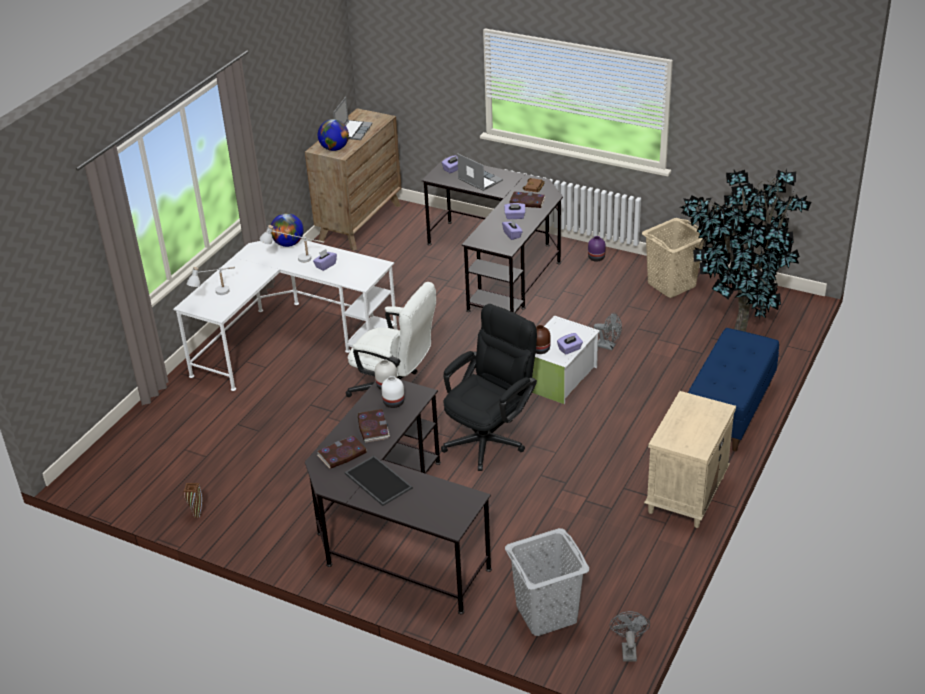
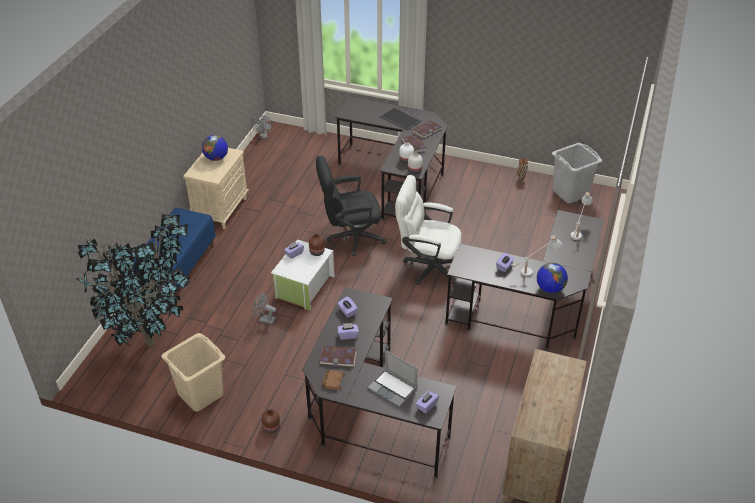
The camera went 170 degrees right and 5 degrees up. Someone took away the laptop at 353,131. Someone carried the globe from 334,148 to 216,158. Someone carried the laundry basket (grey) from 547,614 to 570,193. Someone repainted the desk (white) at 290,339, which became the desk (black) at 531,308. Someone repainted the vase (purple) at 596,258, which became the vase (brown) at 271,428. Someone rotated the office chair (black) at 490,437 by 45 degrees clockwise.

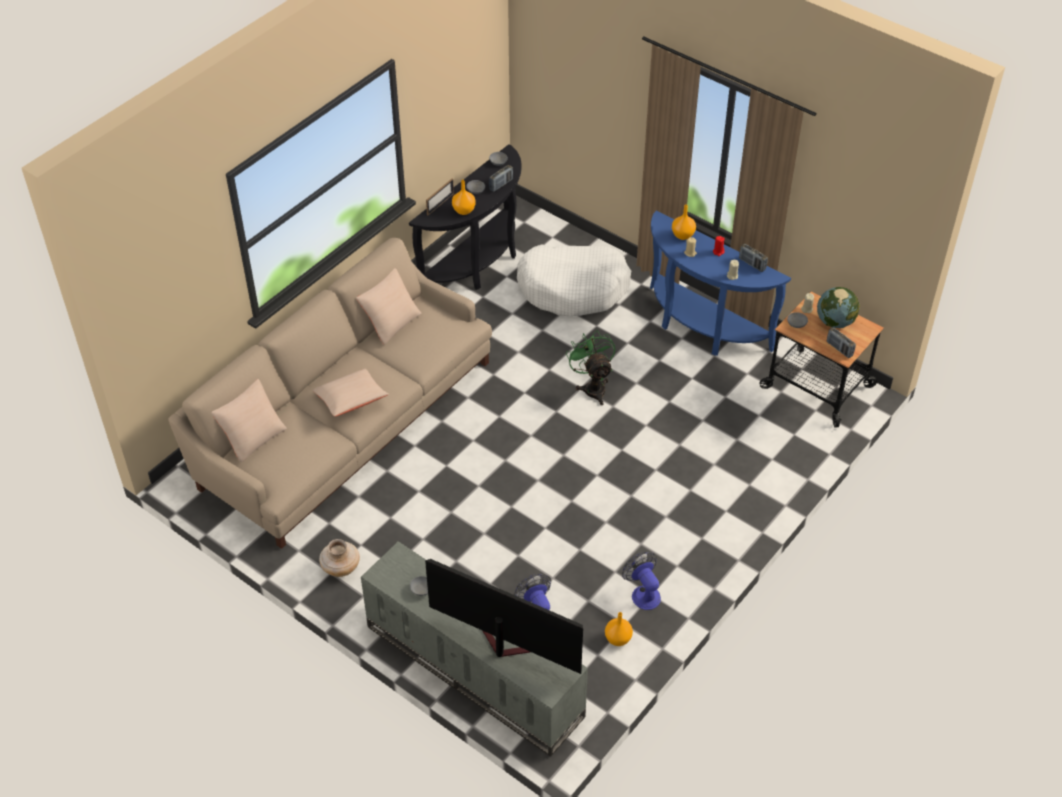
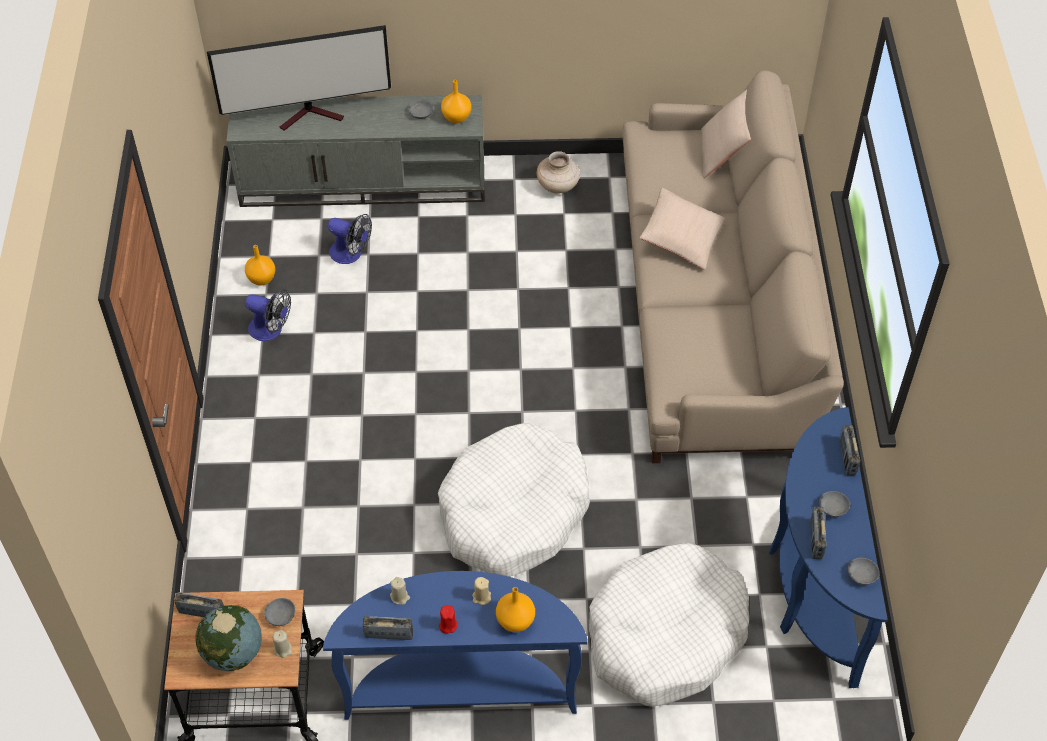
The camera went 140 degrees right and 5 degrees up. Someone took away the pillow (beige) at 391,322. Someone carried the vase (orange) from 463,210 to 457,117. Someone swapped the picture frame at 440,204 for the radio at 847,457. Someone swapped the fan (green) at 592,387 for the dog bed (white) at 513,512. Someone repainted the console table (black) at 478,264, which became the console table (blue) at 810,588.

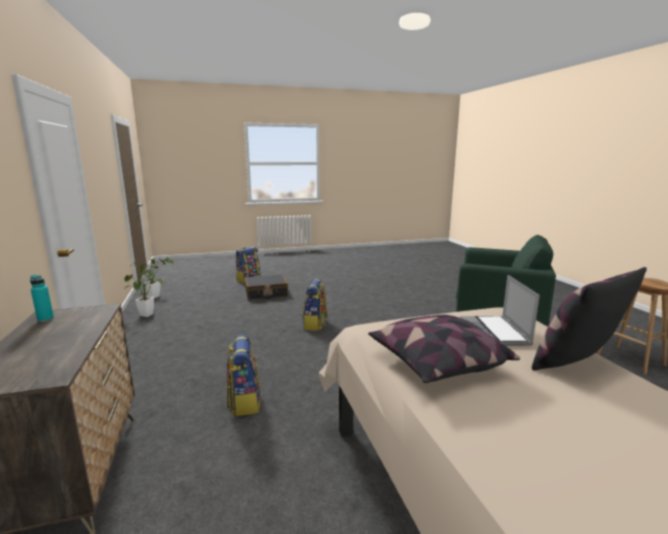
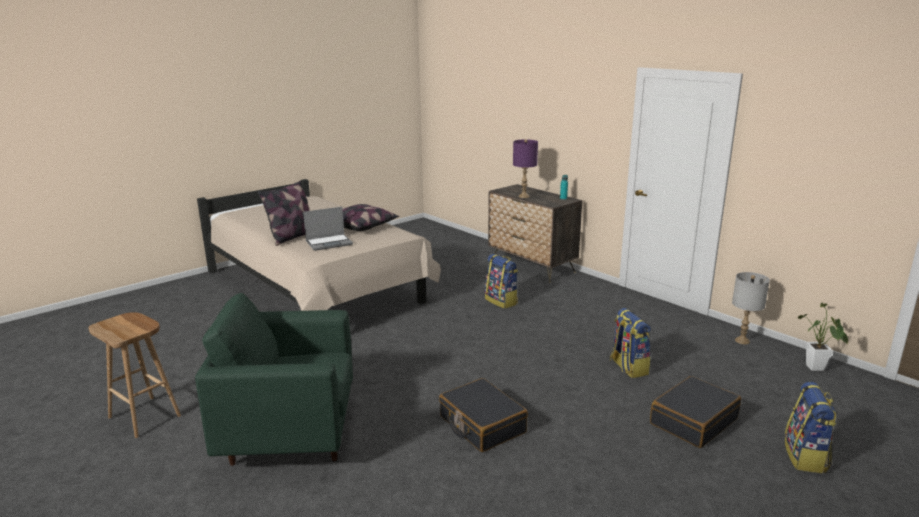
The camera went 155 degrees right and 5 degrees up. Someone put down the suitcase (black) at 481,424. Someone put down the table lamp (purple) at 524,196. Someone carried the backpack from 315,324 to 627,367. Someone swapped the potted plant at 144,314 for the table lamp (grey) at 742,341. Someone rotated the laptop at 495,332 by 90 degrees clockwise.

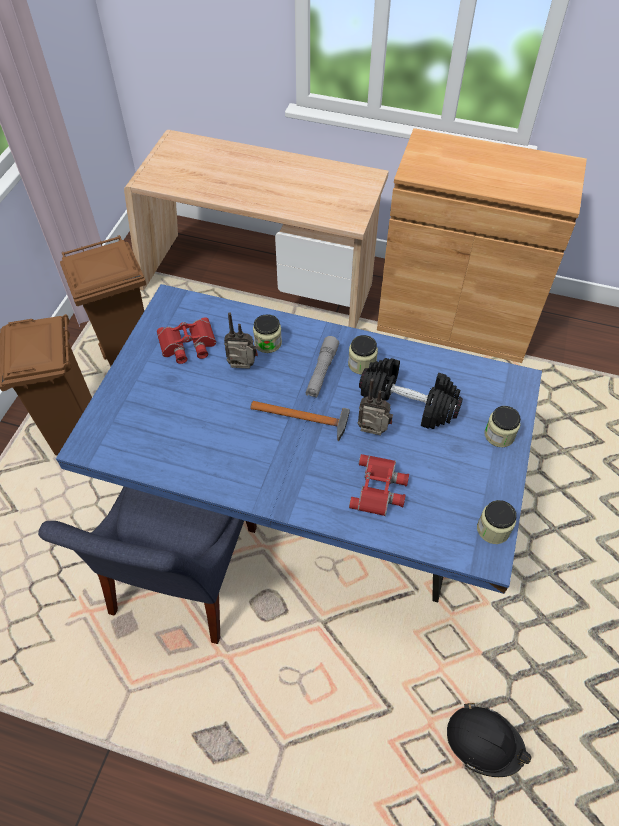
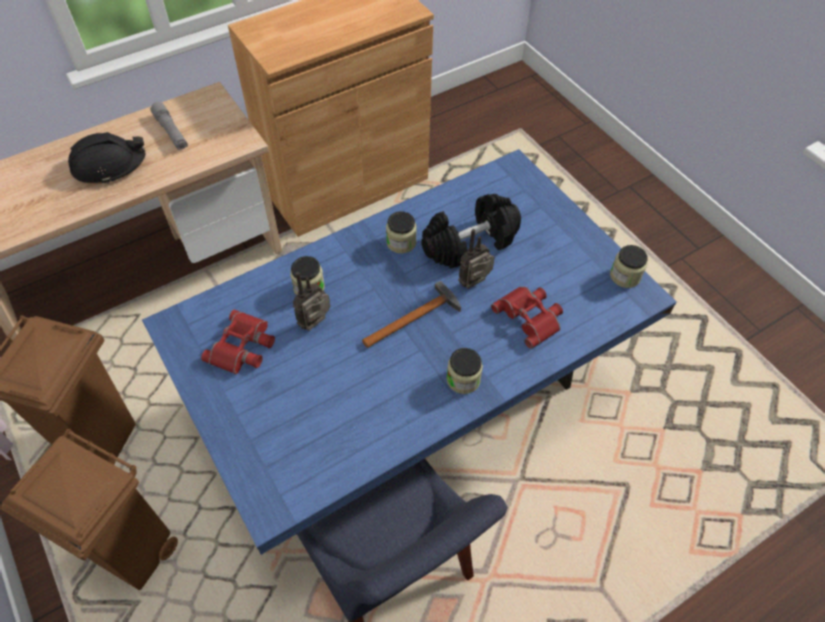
The camera went 50 degrees left and 0 degrees up. Someone carried the flashlight (grey) from 321,372 to 171,132. Someone carried the hard hat (black) from 484,742 to 109,165. Someone carried the jar from 499,435 to 463,379.

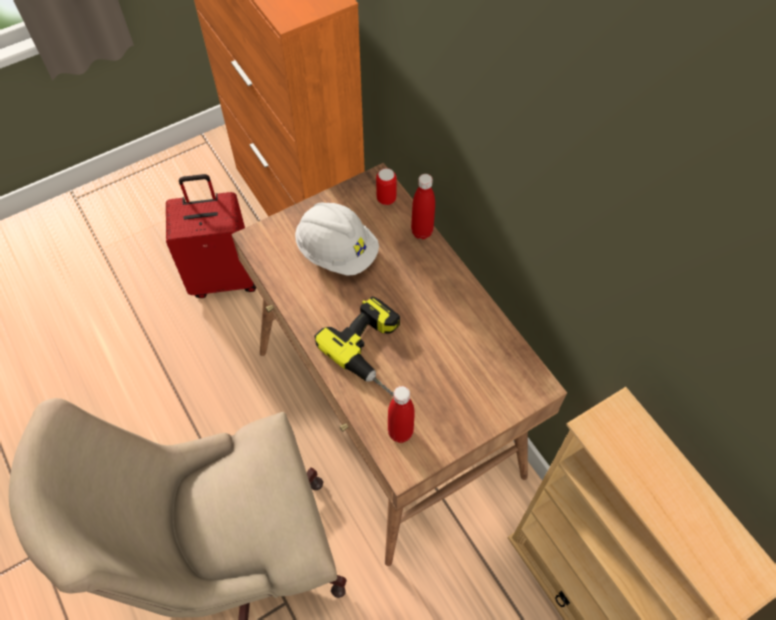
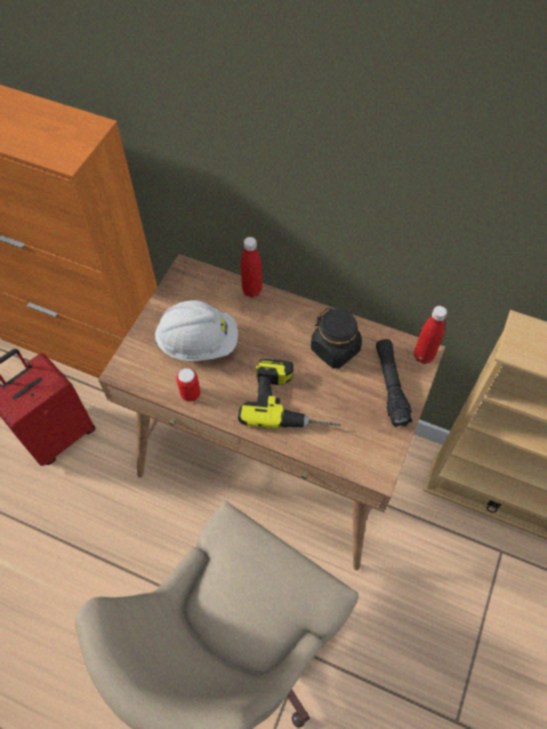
The camera went 35 degrees left and 0 degrees up. Someone put down the jar (black) at 335,349. Someone put down the flashlight (black) at 390,386. Someone carried the can from 386,199 to 190,394. Someone carried the bottle (red) from 400,432 to 423,356.

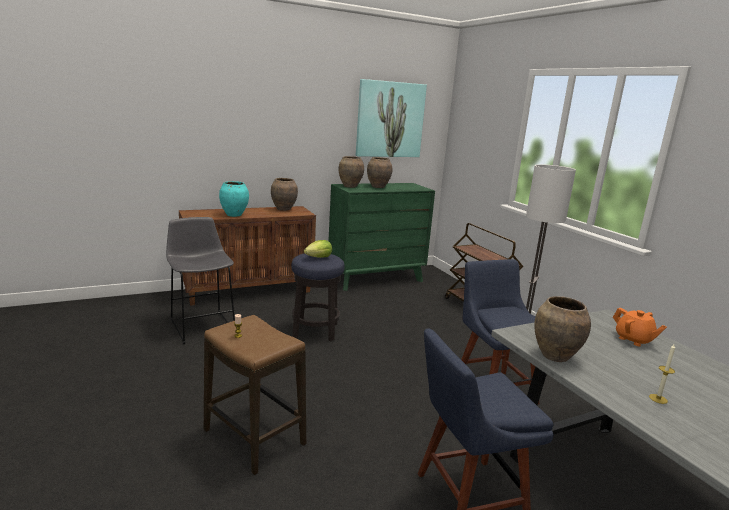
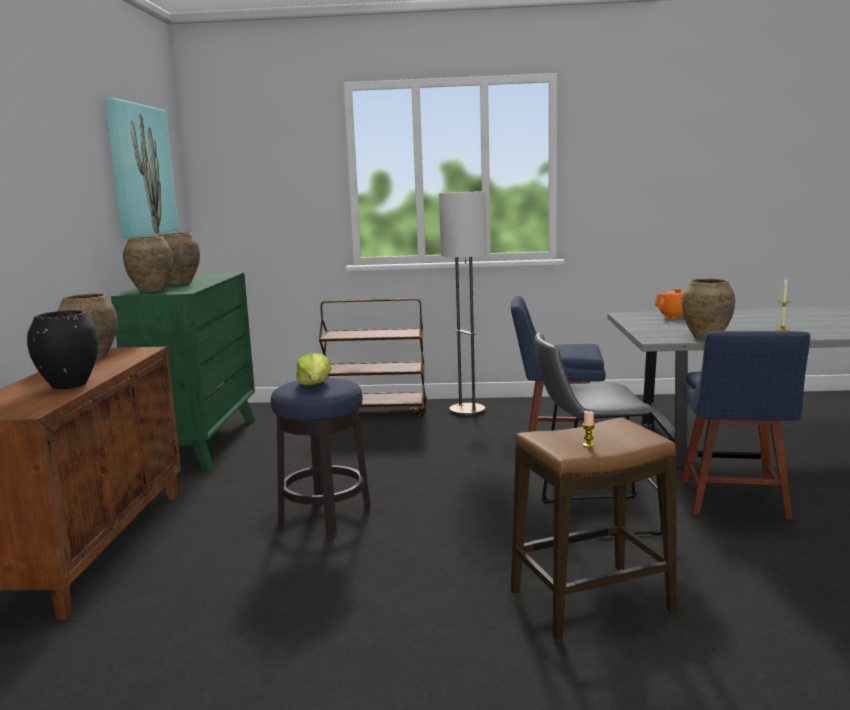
The camera went 60 degrees left and 5 degrees down. Someone carried the stool (grey) from 202,325 to 592,517. Someone repainted the vase (turquoise) at 234,215, which became the vase (black) at 68,385.

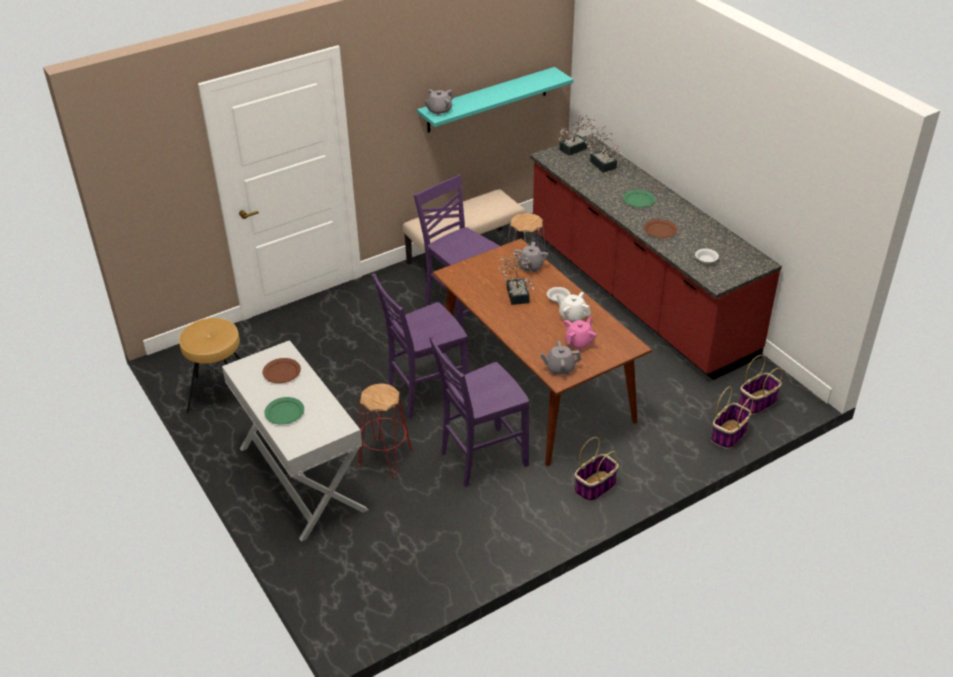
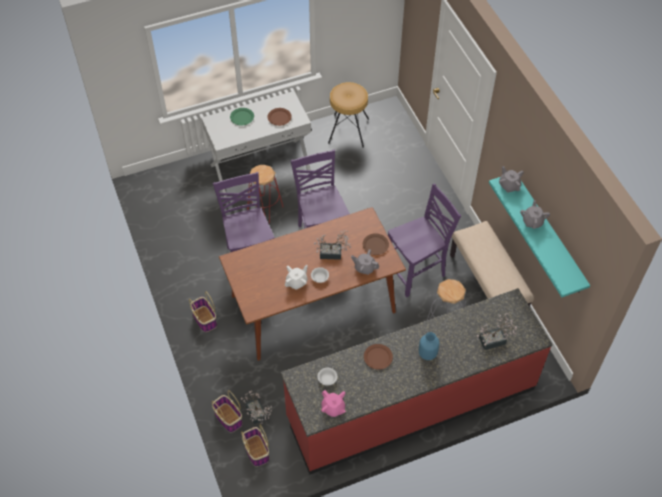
The camera went 100 degrees right and 15 degrees up. Someone put down the plate (brown) at 375,245. Someone carried the teapot (grey) from 560,368 to 532,221. Someone carried the potted plant from 576,148 to 257,415. Someone carried the teapot (pink) from 579,342 to 333,408. Someone swapped the plate (green) at 638,200 for the vase (blue) at 428,353.

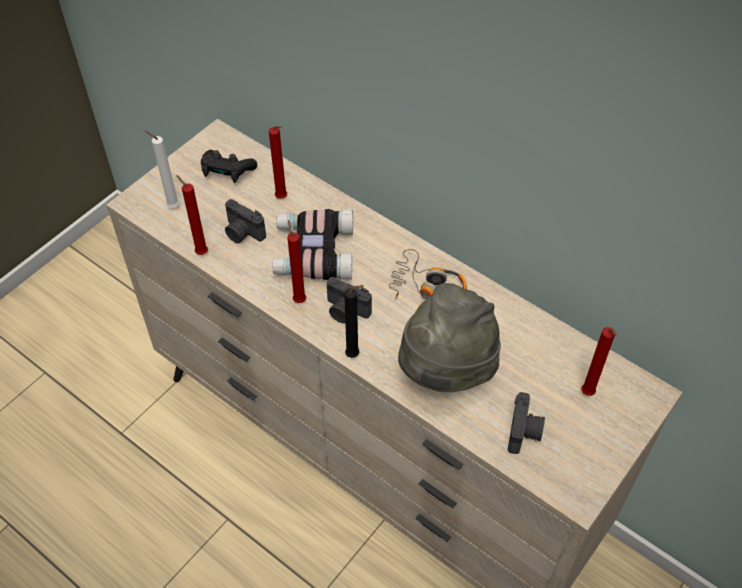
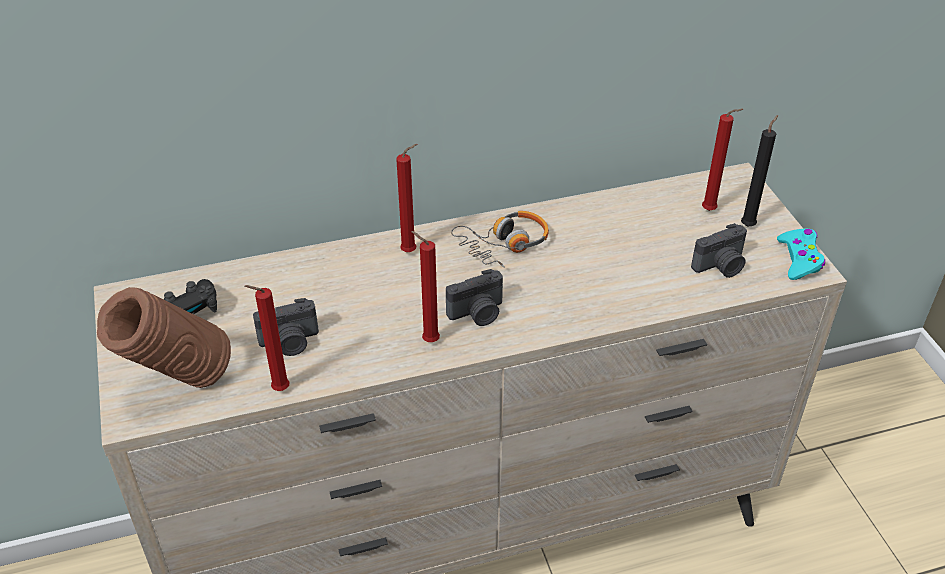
The camera went 55 degrees left and 10 degrees down. Someone took away the binoculars at 313,252. Someone took away the hat (grey) at 446,369. Someone put down the game controller (turquoise) at 799,259. Someone carried the candle (red) from 283,198 to 411,251. Someone carried the candle (black) from 354,355 to 749,225. Someone swapped the candle (white) at 171,206 for the vase (brown) at 179,384. Someone rotated the photo camera at 524,432 by 105 degrees clockwise.

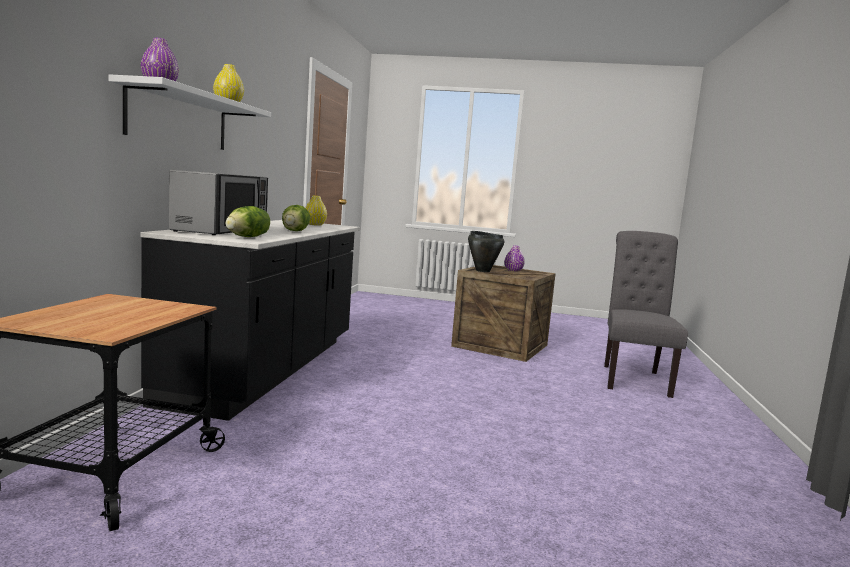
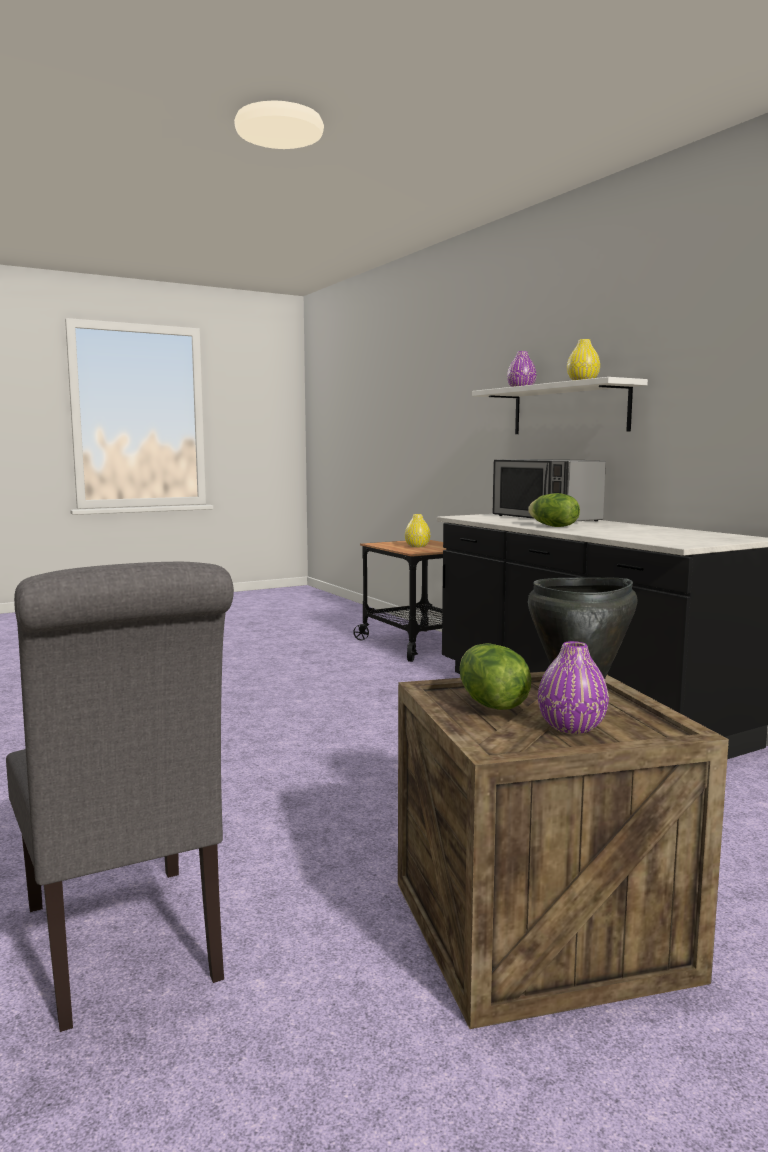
The camera went 140 degrees right and 0 degrees up. Someone carried the lettuce from 248,237 to 490,704. Someone carried the vase (yellow) from 314,225 to 417,546.

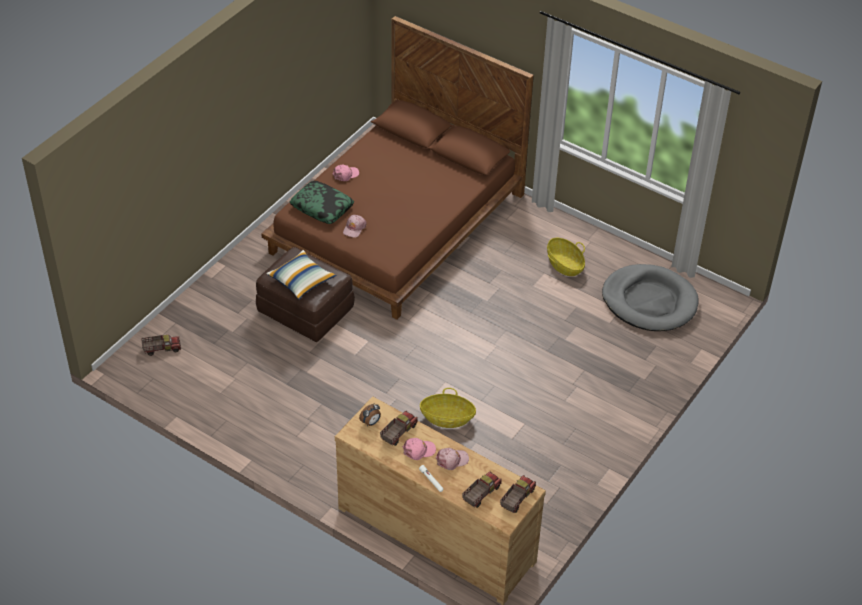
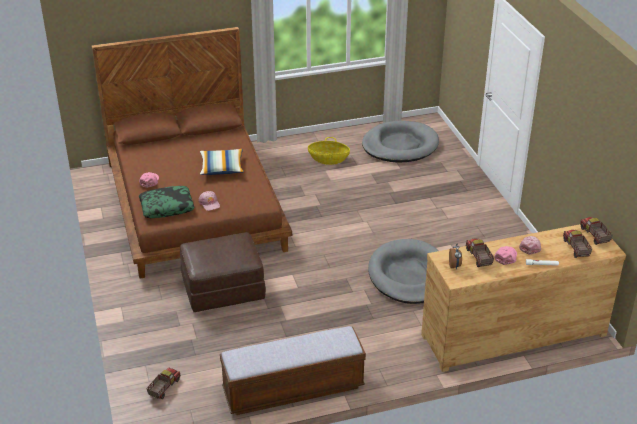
The camera went 50 degrees left and 10 degrees down. Someone put down the bench at 293,389. Someone carried the pillow from 301,281 to 222,168. Someone swapped the basket at 447,418 for the dog bed (grey) at 409,275.

